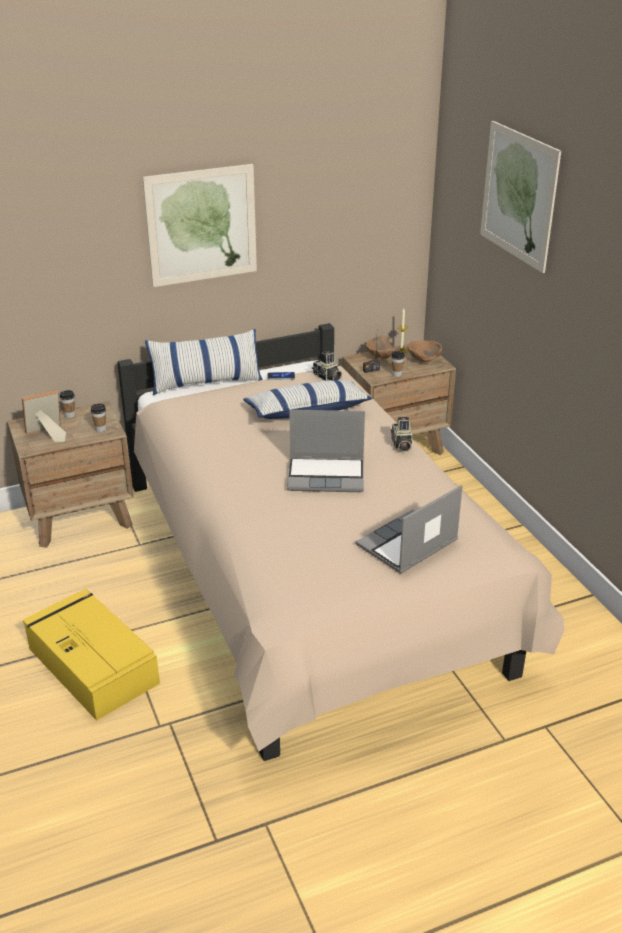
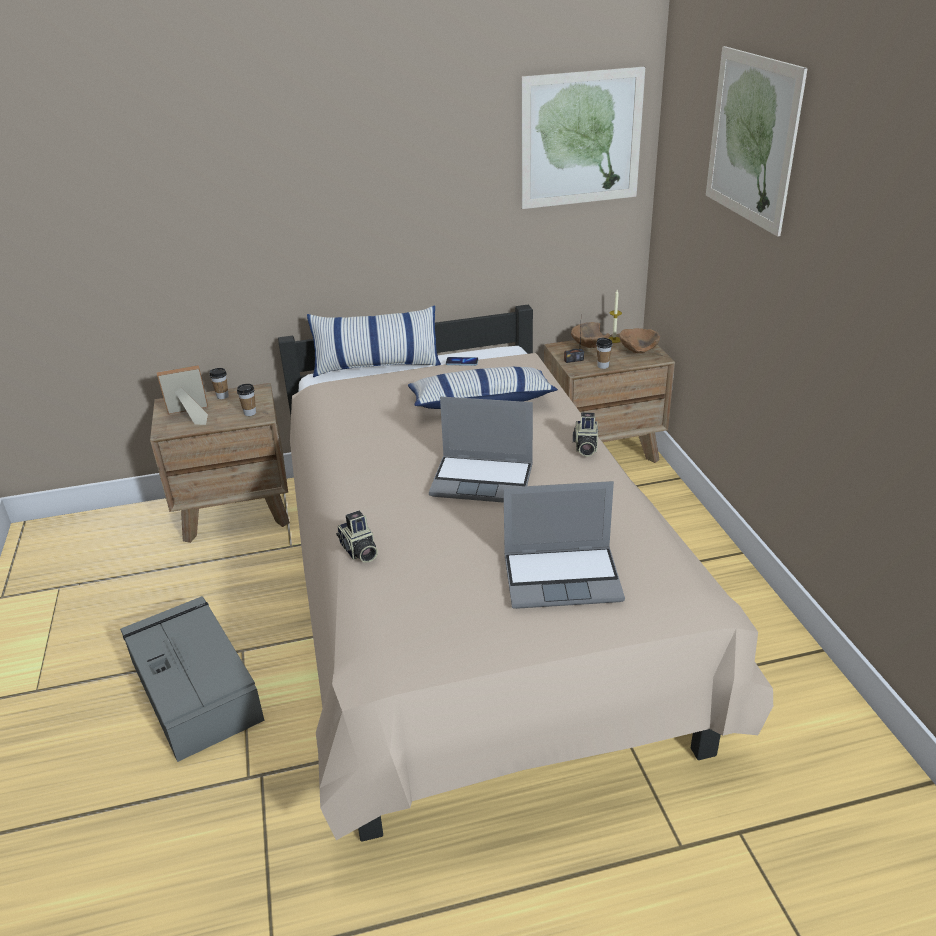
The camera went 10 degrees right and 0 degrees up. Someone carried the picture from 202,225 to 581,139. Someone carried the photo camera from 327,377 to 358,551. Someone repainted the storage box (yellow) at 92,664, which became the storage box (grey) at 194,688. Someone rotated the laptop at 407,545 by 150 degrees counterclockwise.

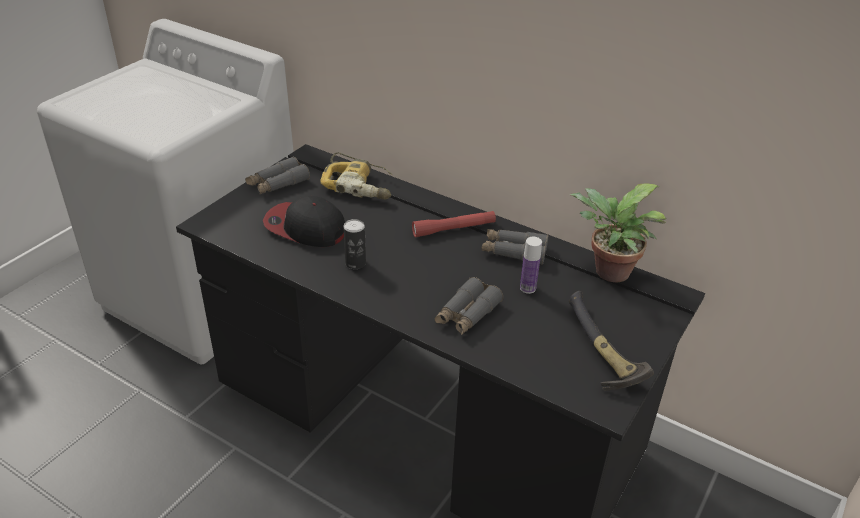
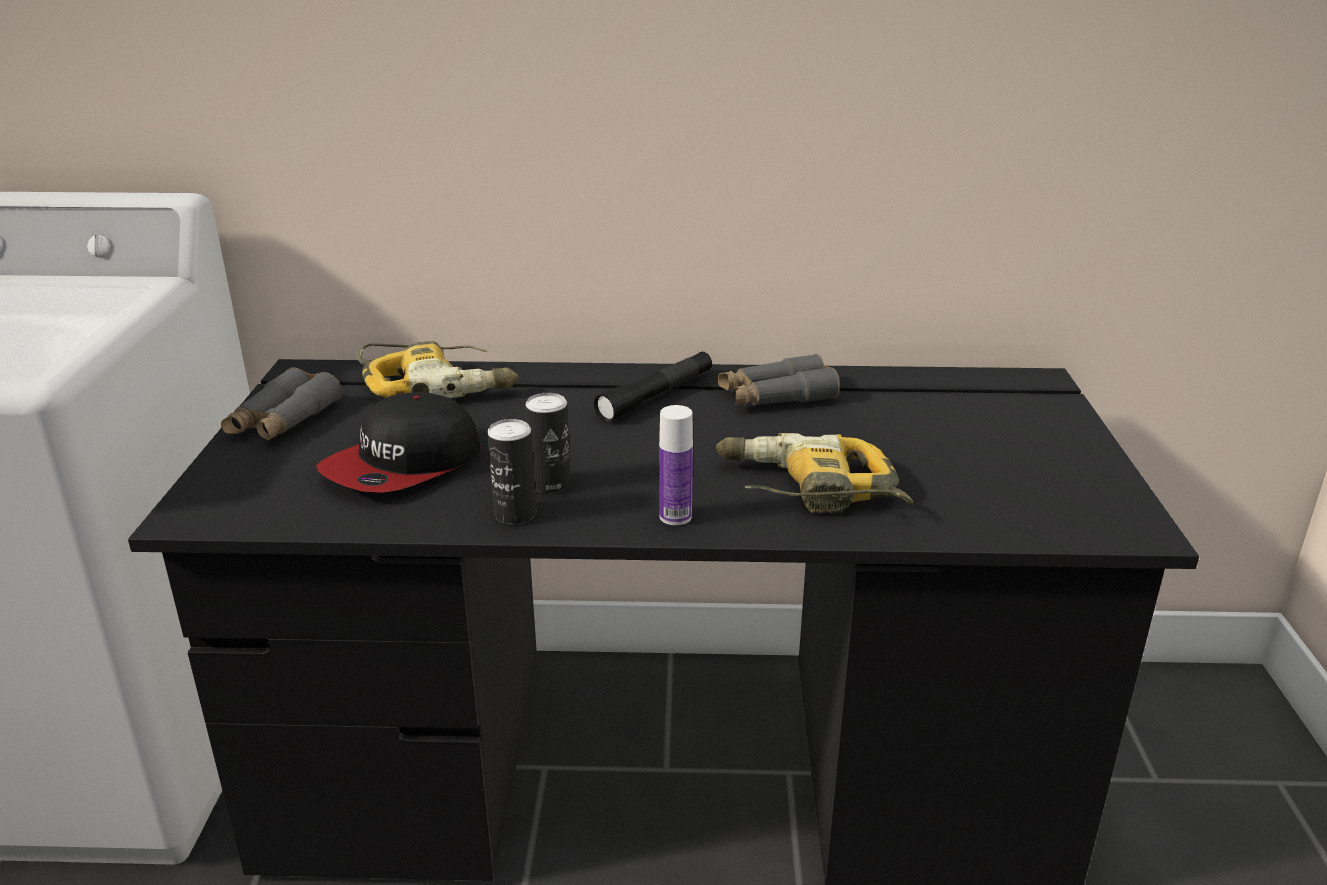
The camera went 30 degrees left and 10 degrees down. Someone took away the hammer at 598,351. Someone took away the potted plant at 608,273. Someone put down the can at 515,514. Someone carried the bottle from 527,288 to 675,516. Someone swapped the binoculars (grey) at 467,314 for the power drill at 808,490. Someone repainted the flashlight (red) at 454,229, which became the flashlight (black) at 656,396. Someone rotated the cap at 305,228 by 45 degrees counterclockwise.

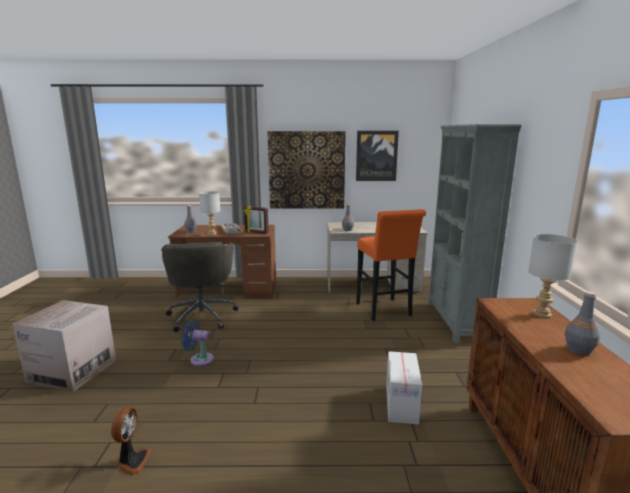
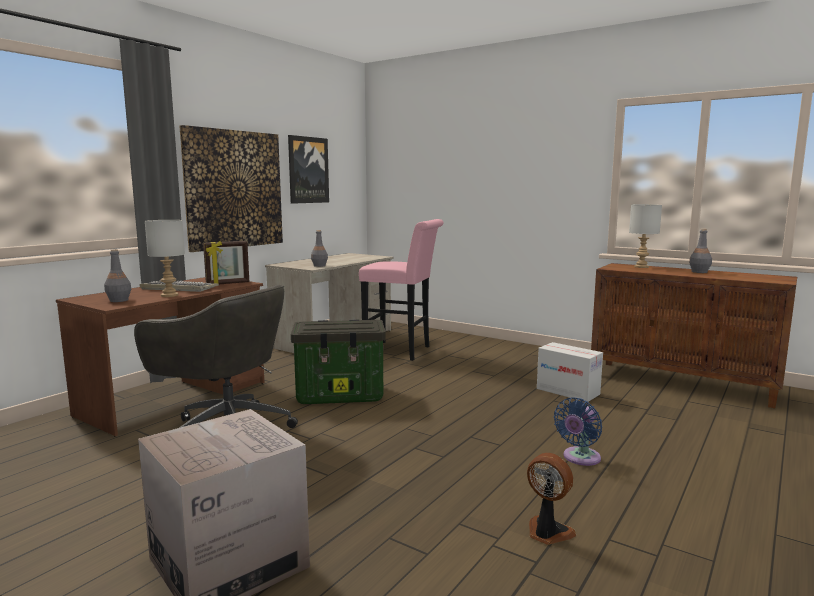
The camera went 55 degrees left and 5 degrees down. Someone took away the bookcase (grey) at 456,321. Someone put down the storage box at 341,394. Someone carried the fan (blue) from 199,359 to 579,458. Someone repainted the stool (orange) at 385,311, which became the stool (pink) at 402,351.

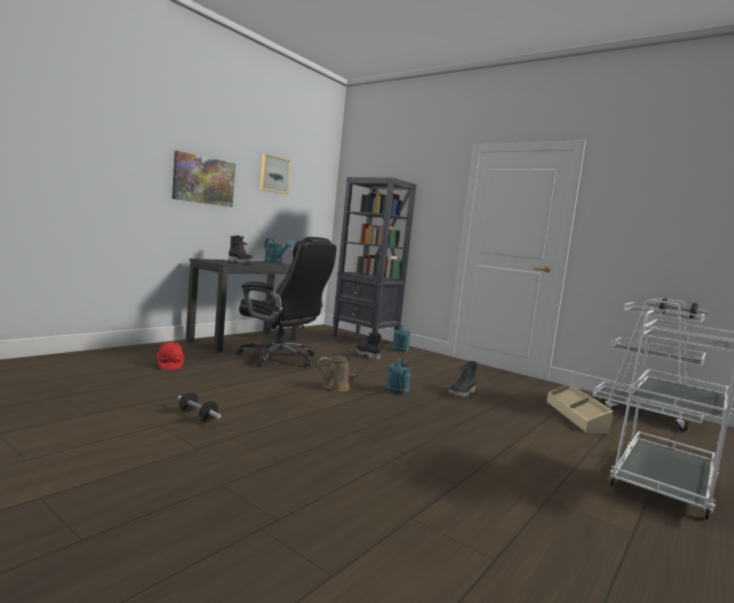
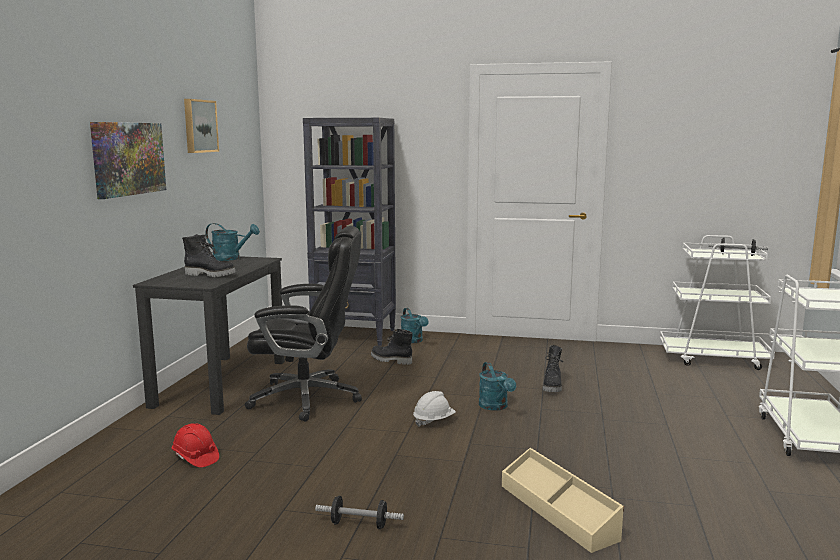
The camera went 25 degrees left and 5 degrees up. Someone carried the storage box (beige) from 576,416 to 558,511. Someone swapped the watering can (brown) at 339,387 for the hard hat (white) at 433,421.

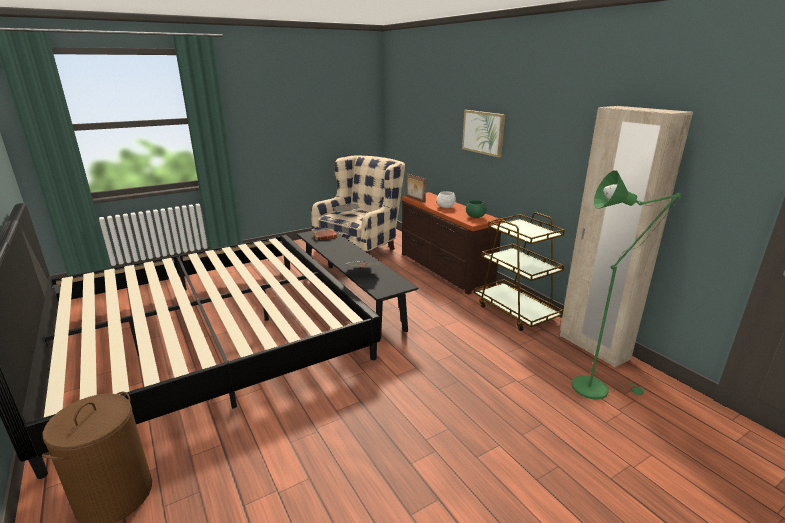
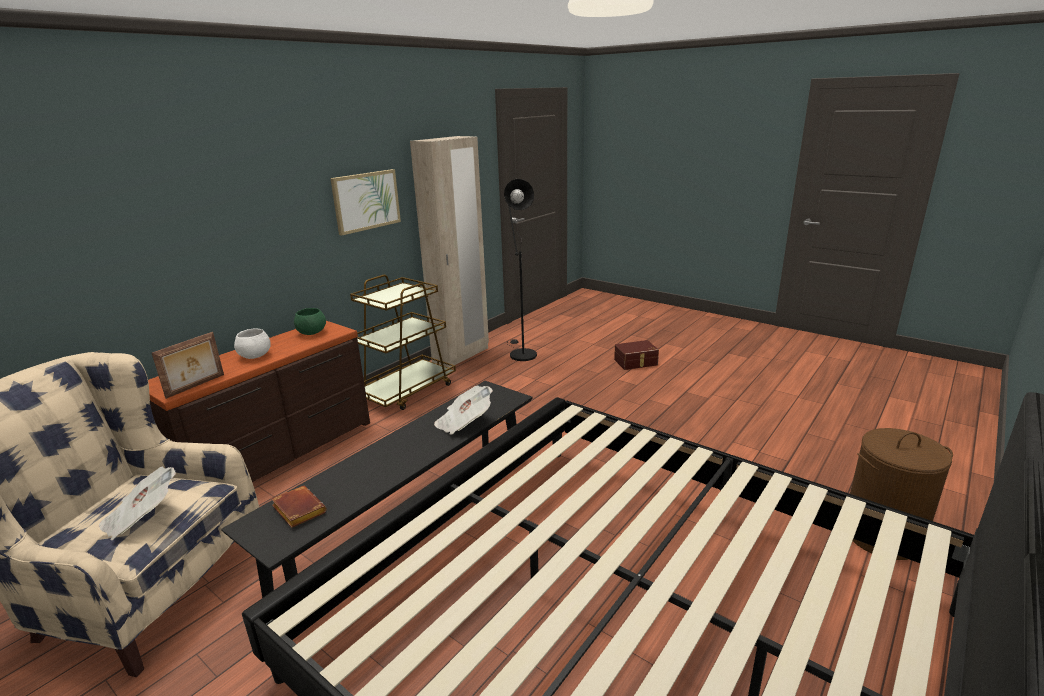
The camera went 110 degrees left and 0 degrees up. Someone put down the storage box (brown) at 636,362. Someone carried the picture from 483,132 to 366,201. Someone repainted the floor lamp (green) at 596,387, which became the floor lamp (black) at 520,353.

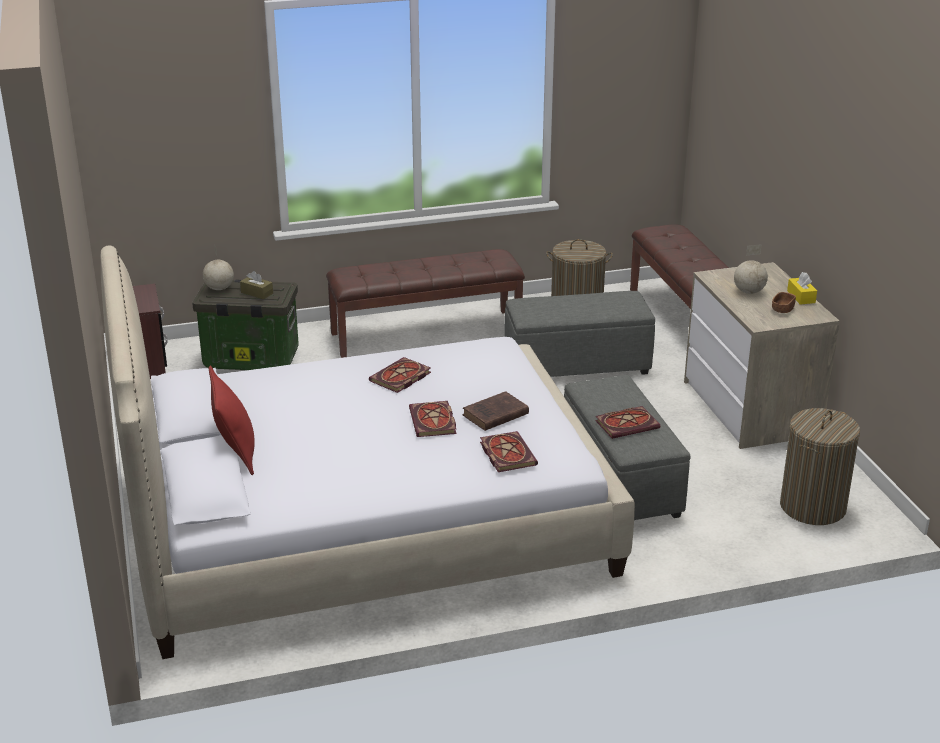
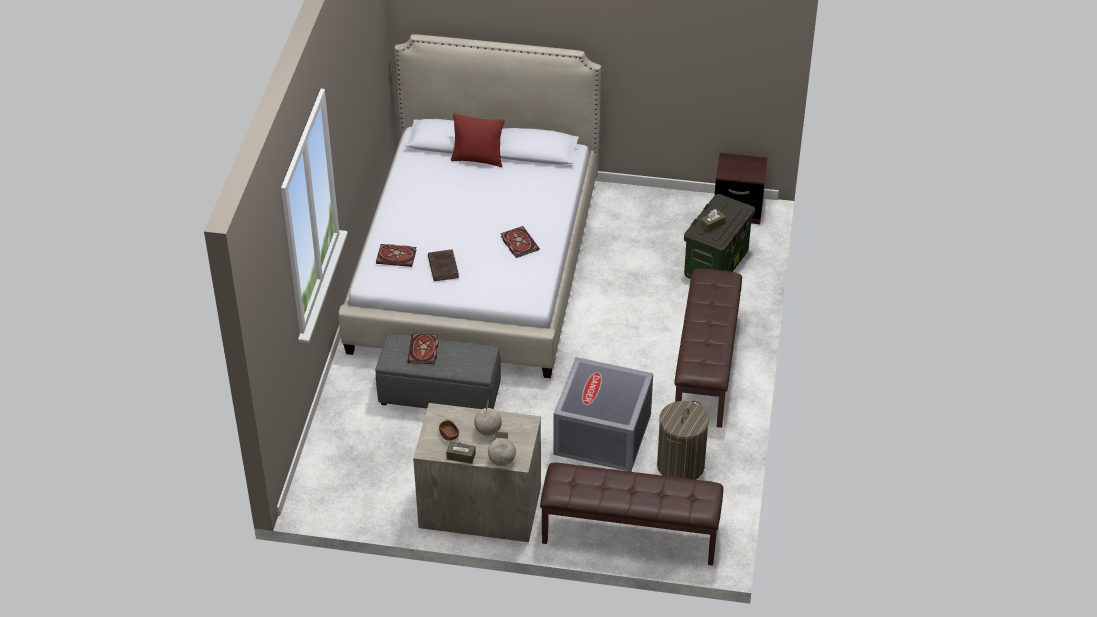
The camera went 115 degrees right and 15 degrees up. Someone took away the book at 434,422. Someone took away the laundry basket at 812,507. Someone carried the globe from 219,289 to 501,461. Someone swapped the ottoman (grey) at 578,365 for the storage box (grey) at 603,435. Someone repainted the tissue box (yellow) at 801,297, which became the tissue box (brown) at 461,456.

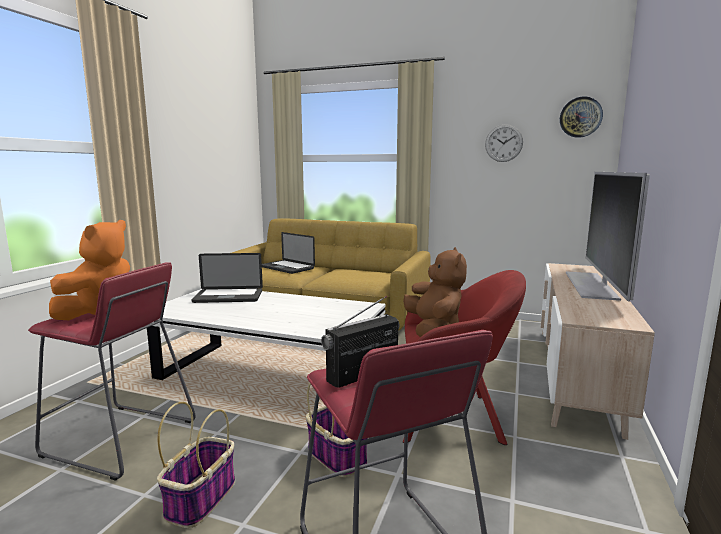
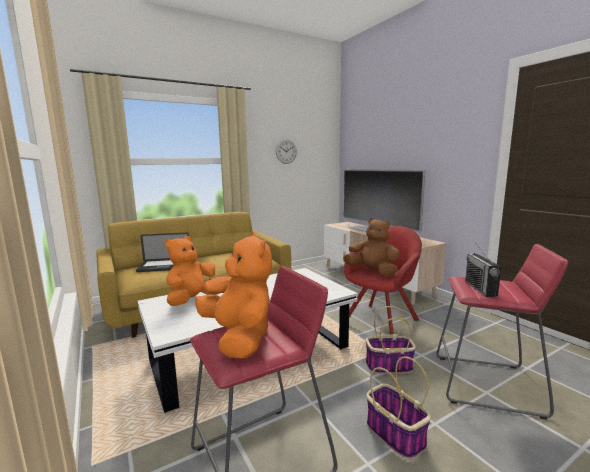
The camera went 50 degrees left and 0 degrees up. Someone took away the wall clock at 580,117. Someone swapped the laptop at 228,297 for the plush toy (orange) at 192,301.

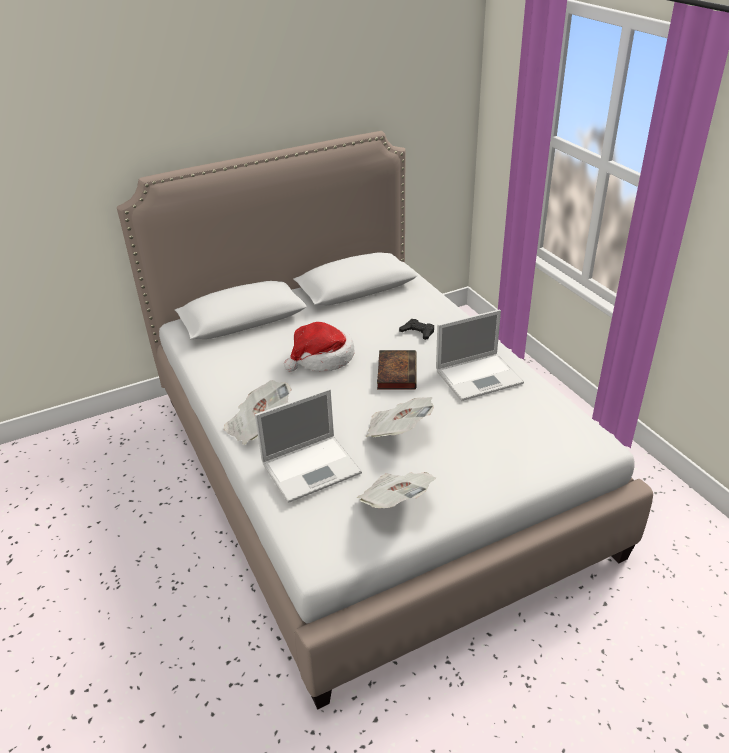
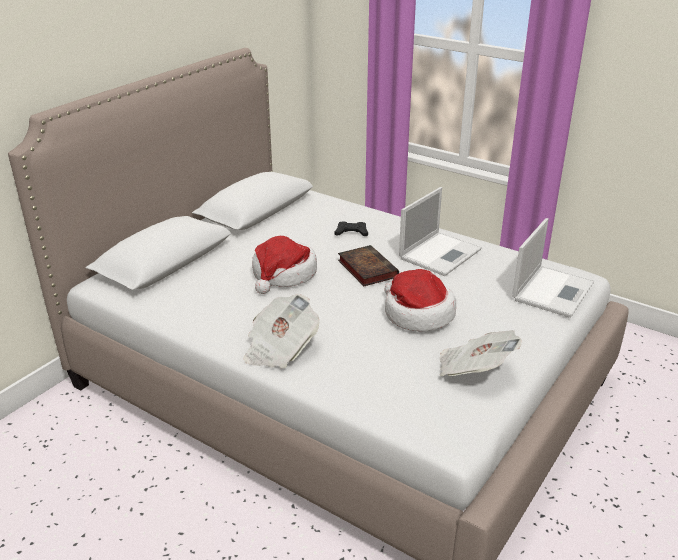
The camera went 30 degrees left and 5 degrees down. Someone carried the laptop from 313,467 to 553,290. Someone swapped the newspaper at 398,431 for the hat at 417,314.

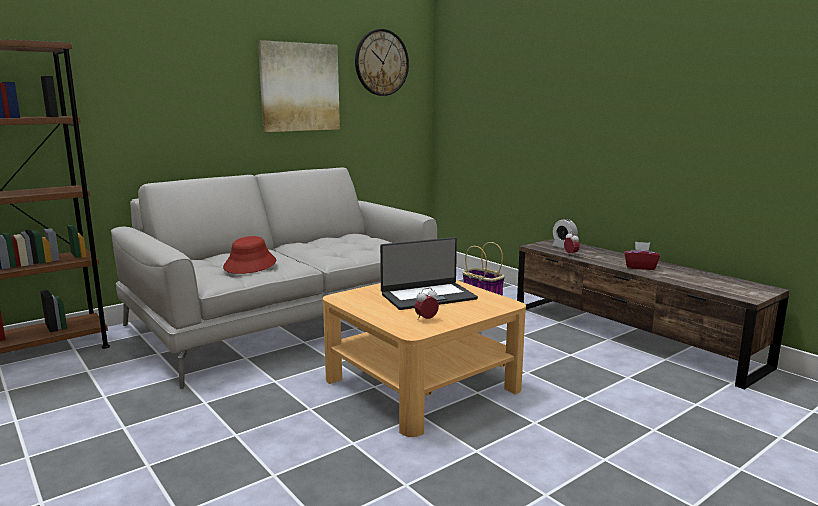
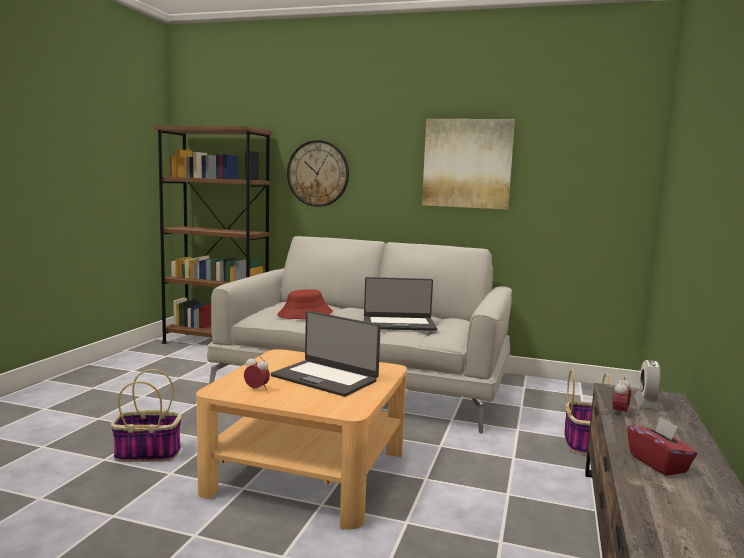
The camera went 55 degrees right and 5 degrees down. Someone put down the basket at 146,454. Someone put down the laptop at 399,324. Someone carried the wall clock from 381,63 to 318,173.

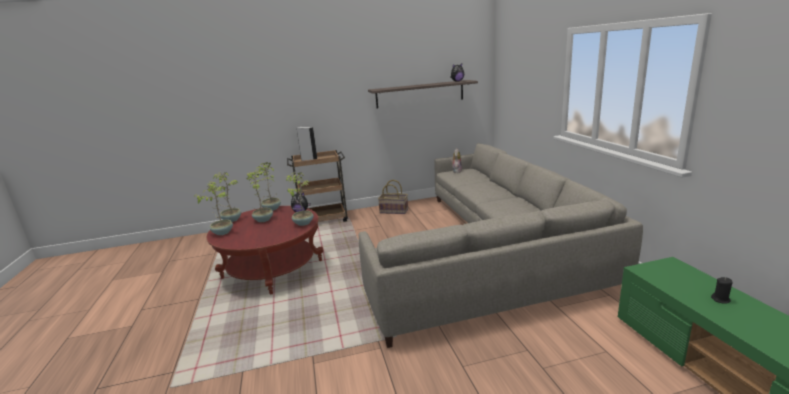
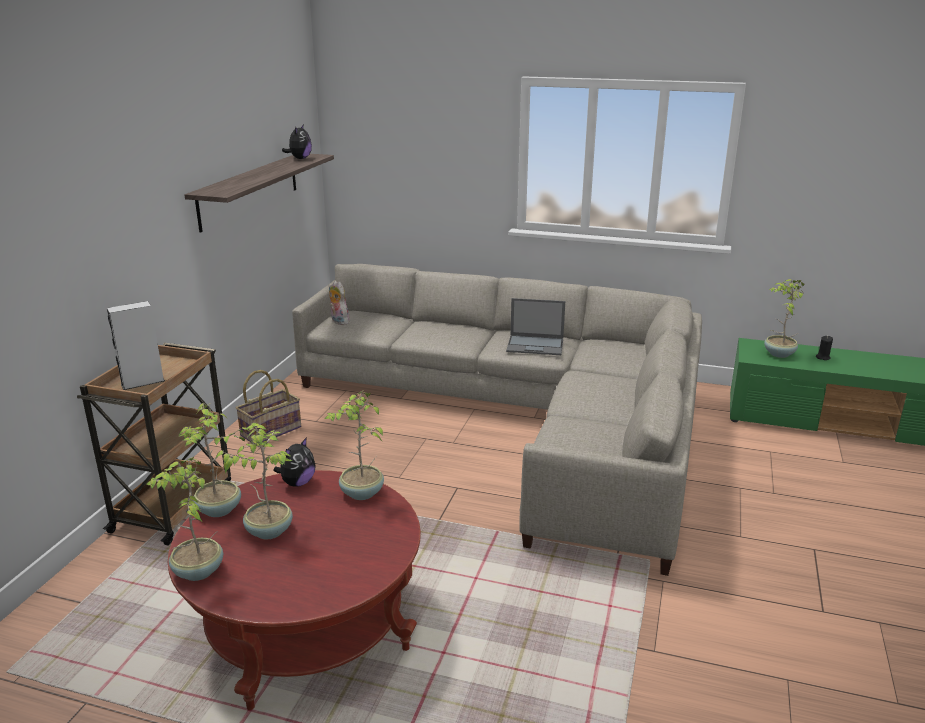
The camera went 60 degrees left and 5 degrees up. Someone put down the laptop at 536,345. Someone carried the potted plant from 222,232 to 778,354.

